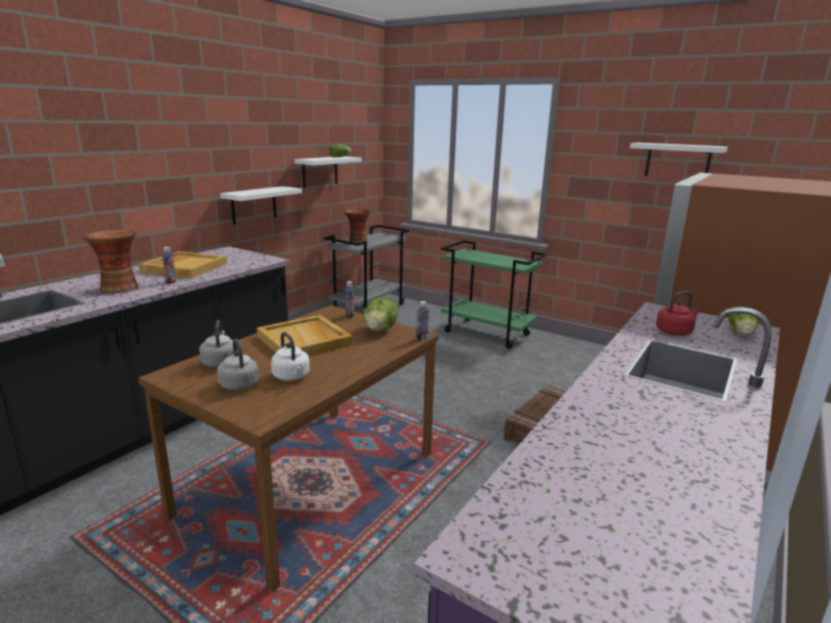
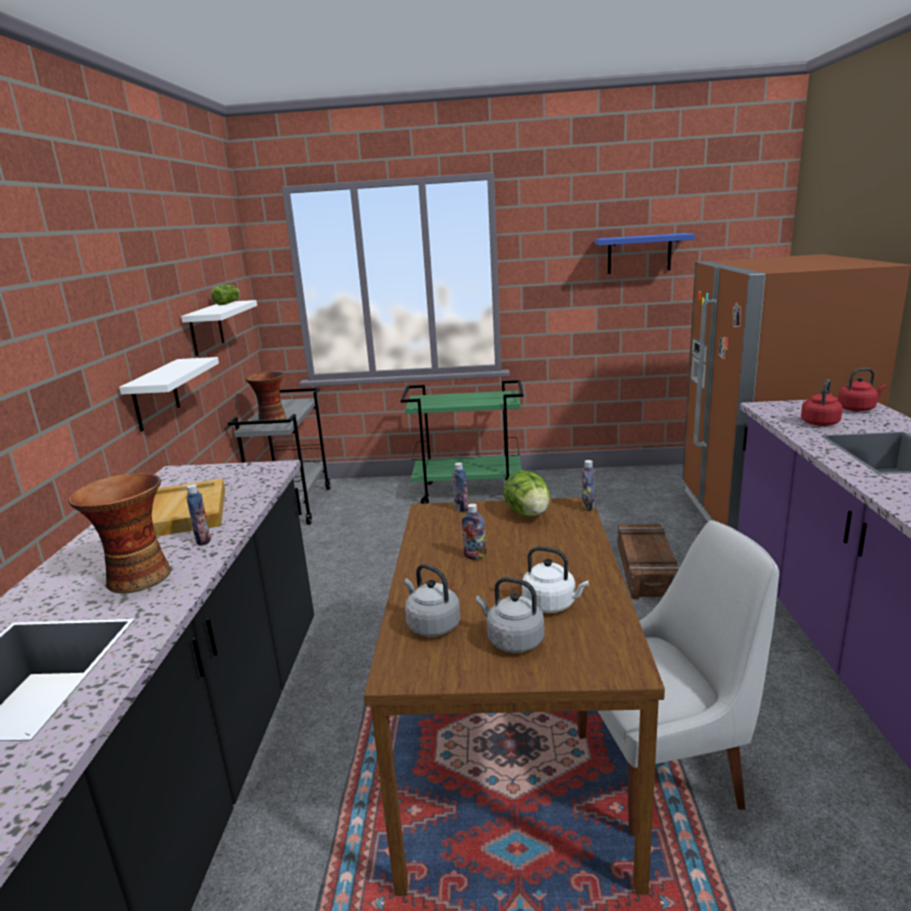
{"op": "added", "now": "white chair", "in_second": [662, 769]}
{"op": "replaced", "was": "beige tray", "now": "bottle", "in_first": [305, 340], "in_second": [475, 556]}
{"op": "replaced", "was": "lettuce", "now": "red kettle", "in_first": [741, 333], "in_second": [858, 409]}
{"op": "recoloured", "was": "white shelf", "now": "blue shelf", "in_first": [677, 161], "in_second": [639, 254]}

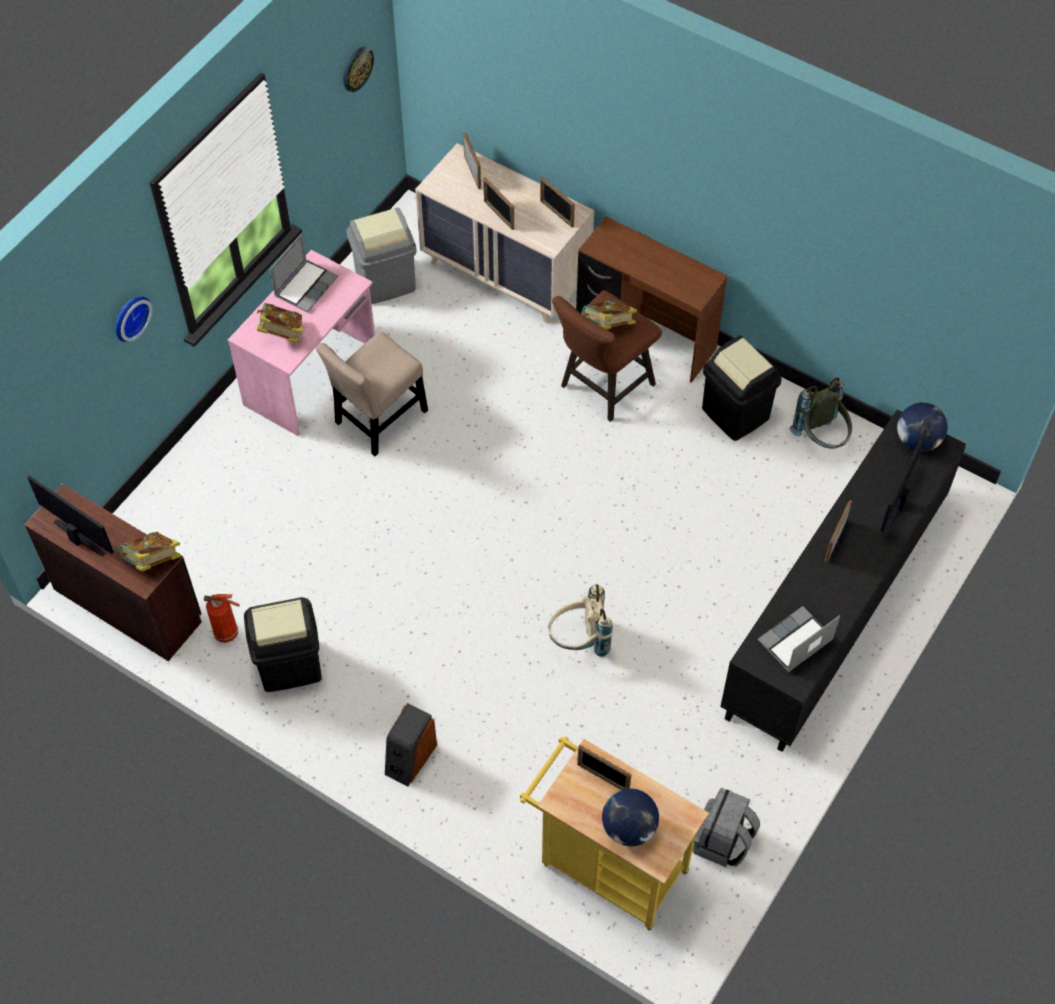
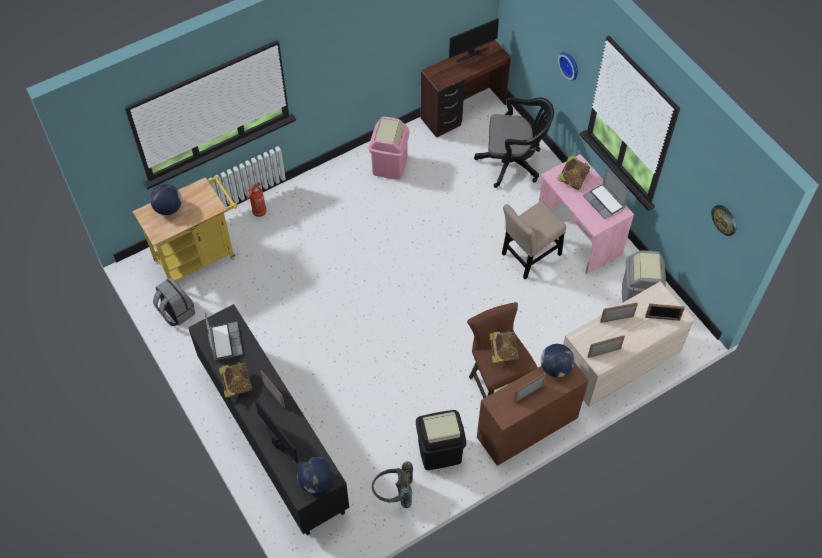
{"op": "removed", "was": "speaker", "in_first": [410, 758]}
{"op": "removed", "was": "beige backpack", "in_first": [579, 641]}
{"op": "added", "now": "black office chair", "in_second": [513, 163]}
{"op": "added", "now": "globe", "in_second": [555, 368]}
{"op": "moved", "was": "book", "in_first": [152, 561], "in_second": [237, 385]}
{"op": "moved", "was": "fire extinguisher", "in_first": [228, 633], "in_second": [259, 212]}
{"op": "moved", "was": "picture frame", "in_first": [603, 778], "in_second": [528, 393]}
{"op": "recoloured", "was": "black trash can", "now": "pink trash can", "in_first": [289, 665], "in_second": [389, 165]}
{"op": "turned", "was": "beige chair", "in_first": [378, 420], "in_second": [529, 256], "clockwise": -105}

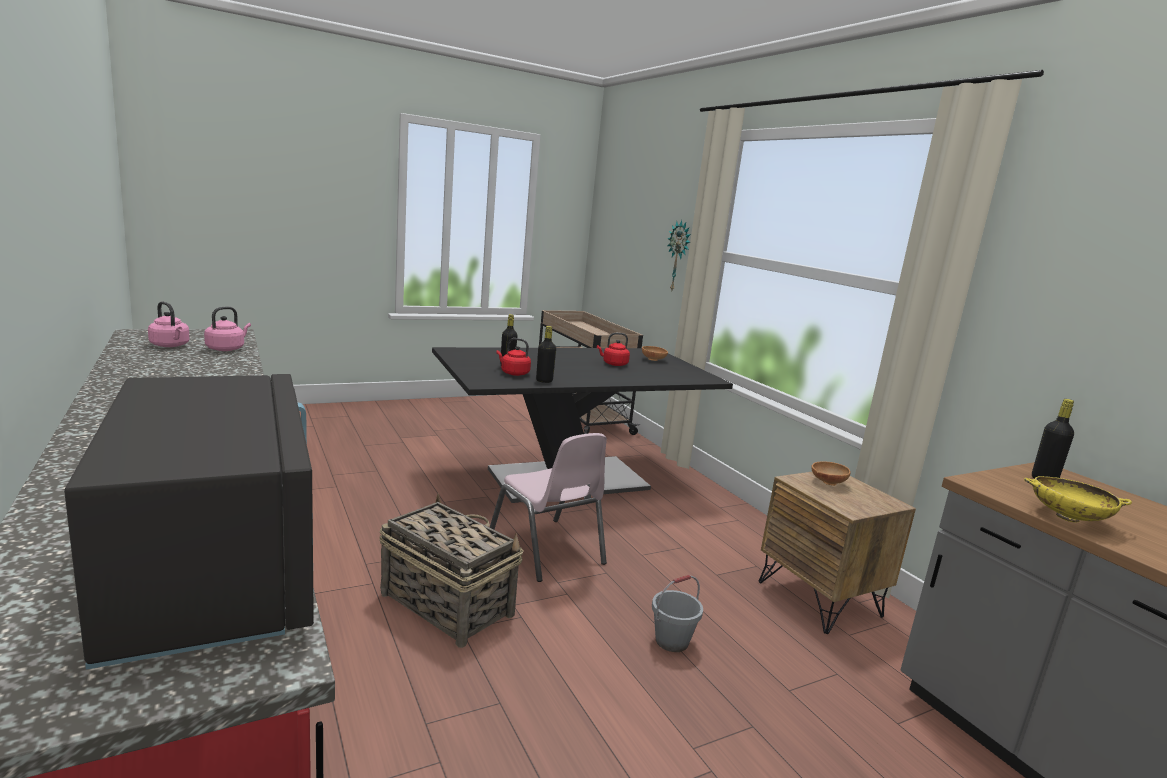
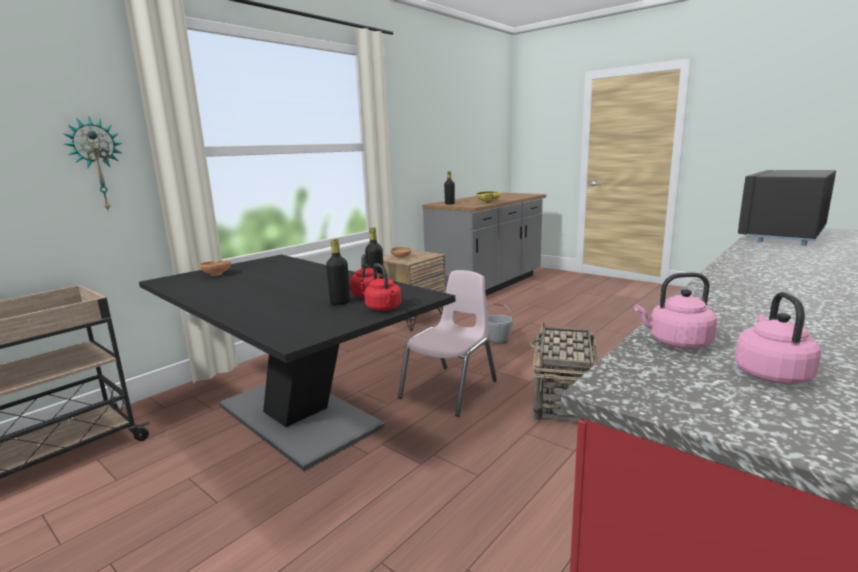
{"op": "moved", "was": "red kettle", "in_first": [613, 364], "in_second": [384, 308]}

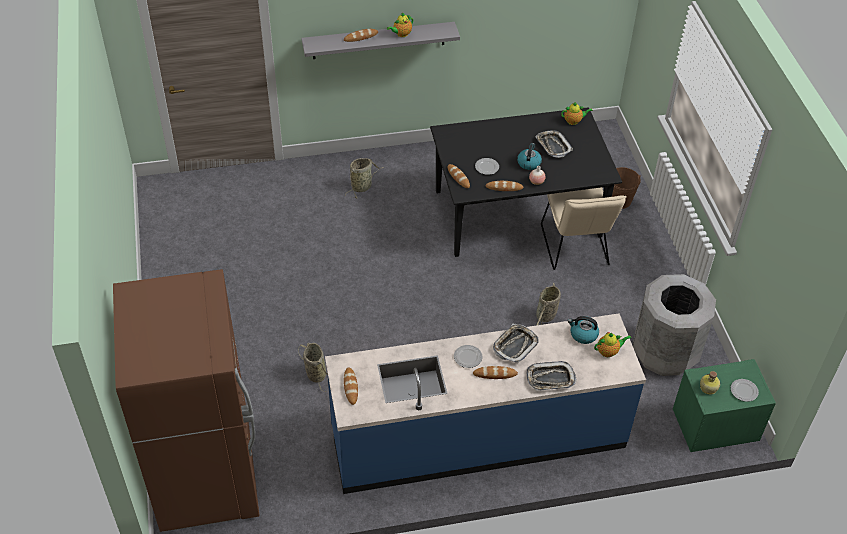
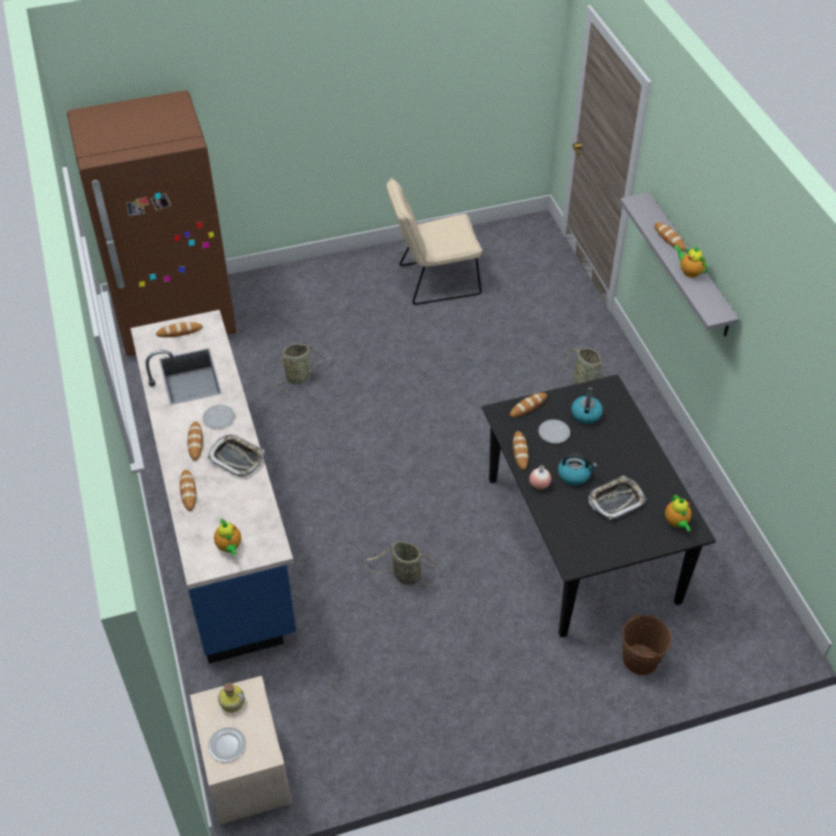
{"op": "removed", "was": "grey trash can", "in_first": [665, 353]}
{"op": "moved", "was": "beige chair", "in_first": [575, 249], "in_second": [433, 280]}
{"op": "moved", "was": "kettle", "in_first": [583, 335], "in_second": [586, 414]}
{"op": "replaced", "was": "tray", "now": "bread", "in_first": [550, 379], "in_second": [188, 491]}
{"op": "recoloured", "was": "green nightstand", "now": "beige nightstand", "in_first": [715, 424], "in_second": [245, 768]}

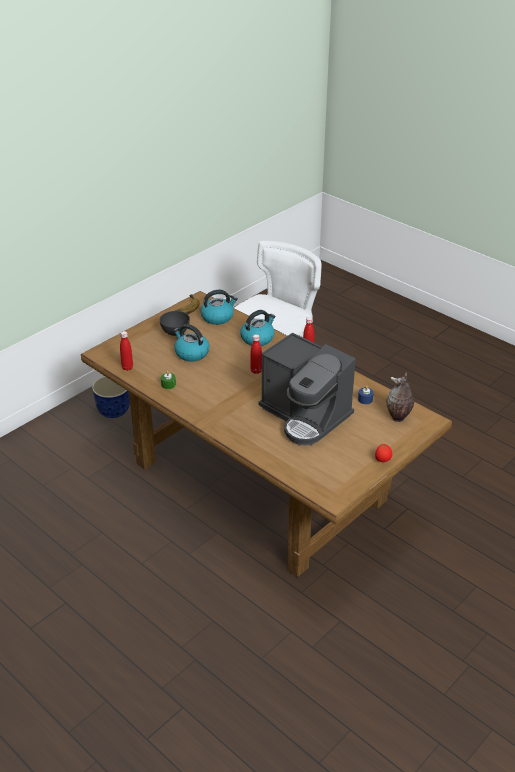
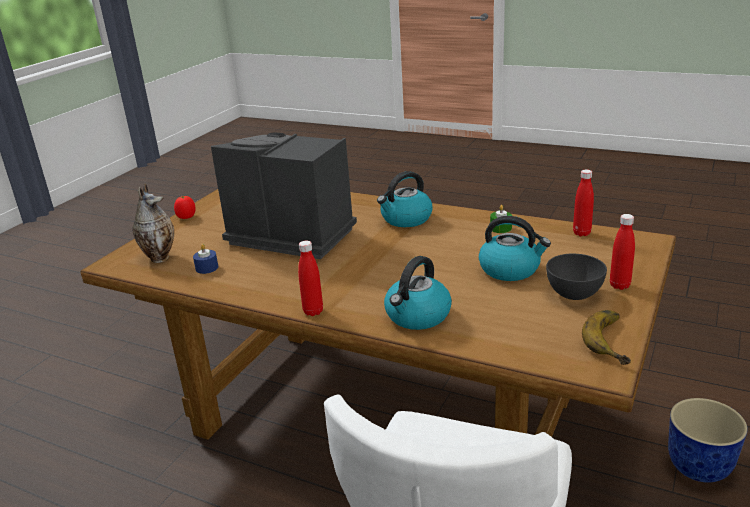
{"op": "moved", "was": "kettle", "in_first": [218, 317], "in_second": [406, 219]}
{"op": "moved", "was": "red bottle", "in_first": [256, 371], "in_second": [619, 285]}

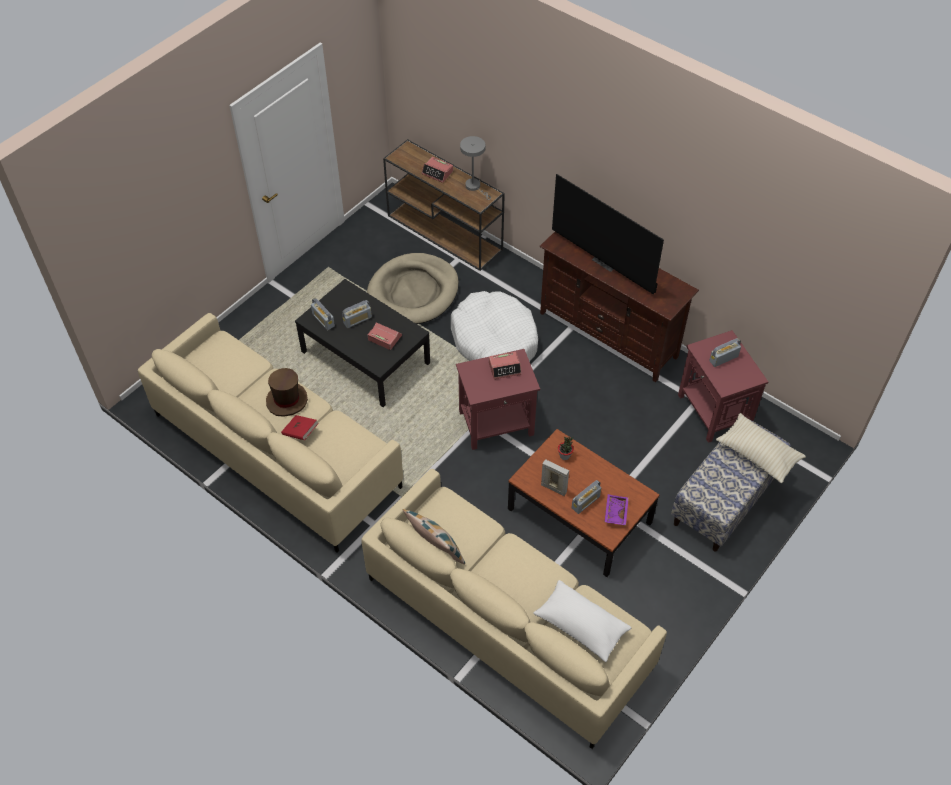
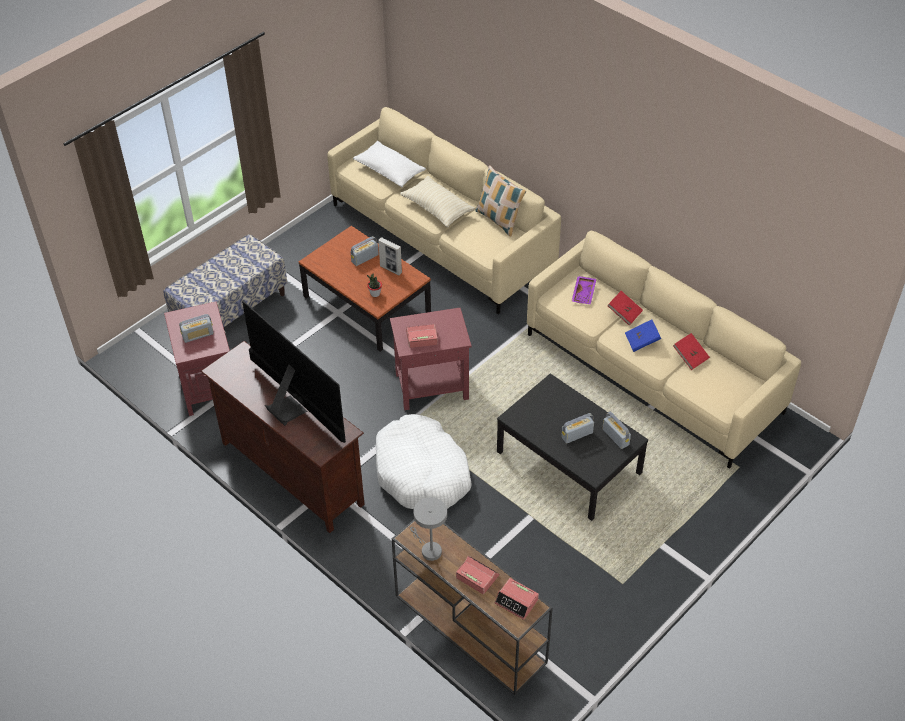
{"op": "removed", "was": "beige dog bed", "in_first": [413, 292]}
{"op": "added", "now": "red book", "in_second": [690, 357]}
{"op": "moved", "was": "alarm clock", "in_first": [384, 337], "in_second": [516, 601]}
{"op": "moved", "was": "purple tray", "in_first": [615, 512], "in_second": [584, 293]}
{"op": "moved", "was": "beige pillow", "in_first": [758, 454], "in_second": [437, 209]}
{"op": "replaced", "was": "brown hat", "now": "blue book", "in_first": [287, 400], "in_second": [642, 341]}

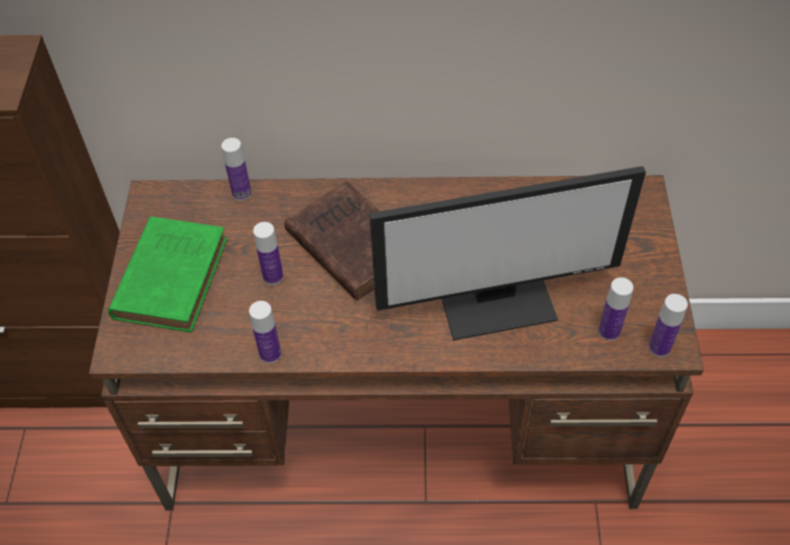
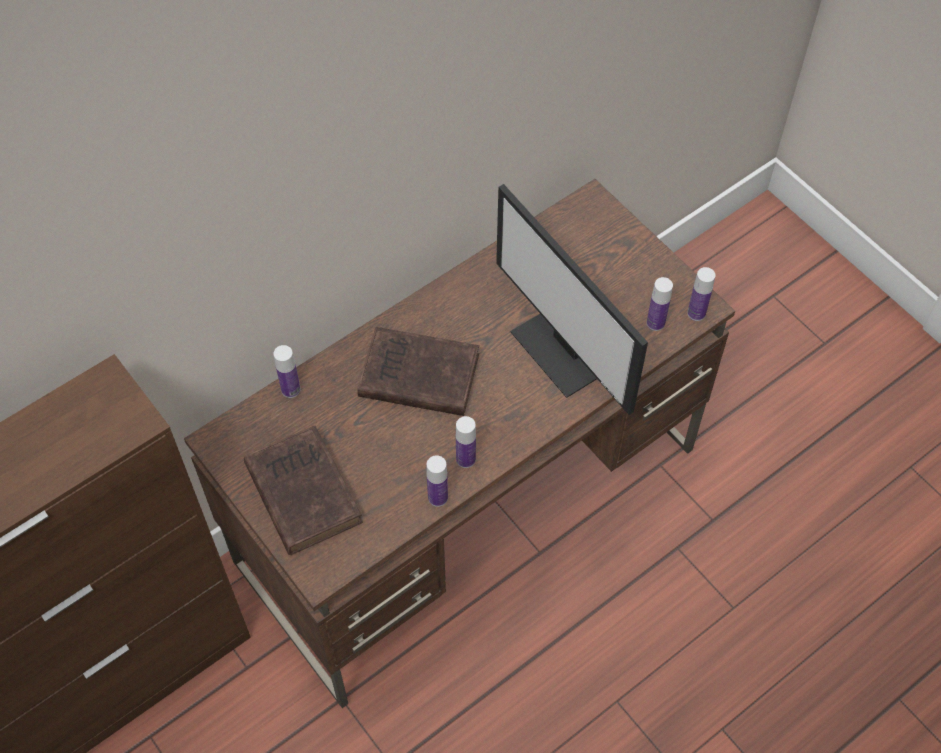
{"op": "moved", "was": "bottle", "in_first": [273, 276], "in_second": [465, 459]}
{"op": "recoloured", "was": "green book", "now": "brown book", "in_first": [172, 275], "in_second": [302, 490]}
{"op": "turned", "was": "monitor", "in_first": [497, 301], "in_second": [563, 350], "clockwise": 105}

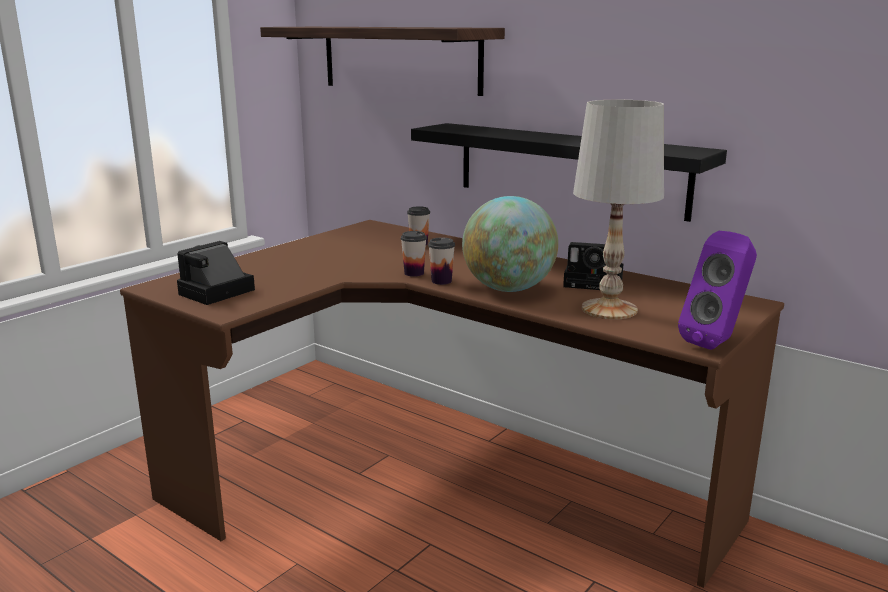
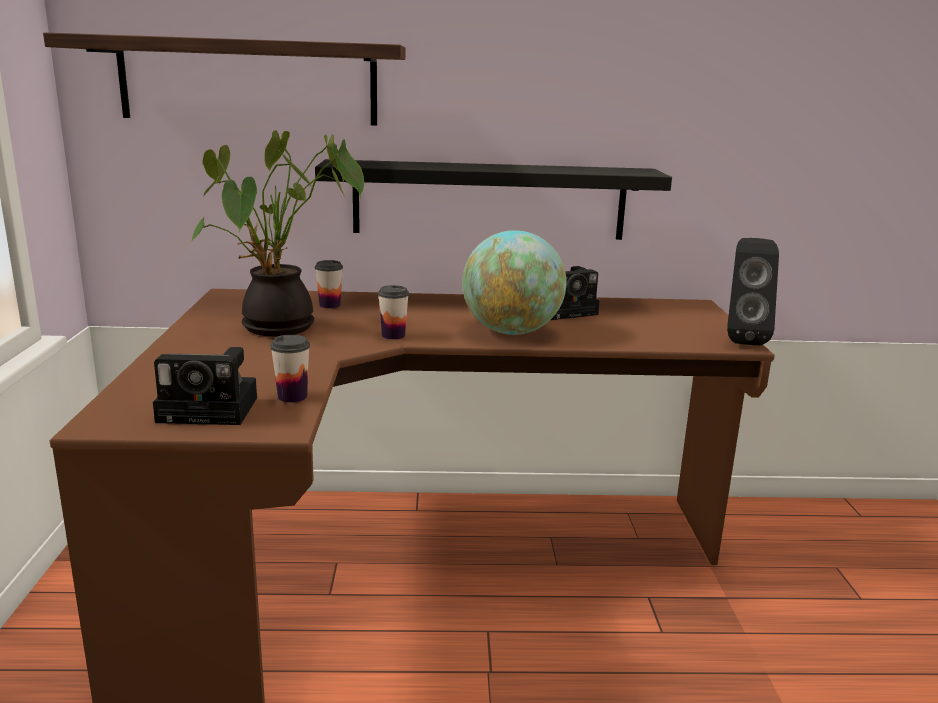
{"op": "removed", "was": "white table lamp", "in_first": [609, 309]}
{"op": "added", "now": "potted plant", "in_second": [278, 329]}
{"op": "moved", "was": "cup", "in_first": [441, 281], "in_second": [292, 397]}
{"op": "recoloured", "was": "purple speaker", "now": "black speaker", "in_first": [716, 342], "in_second": [742, 339]}
{"op": "turned", "was": "photo camera", "in_first": [214, 293], "in_second": [213, 409], "clockwise": -90}

